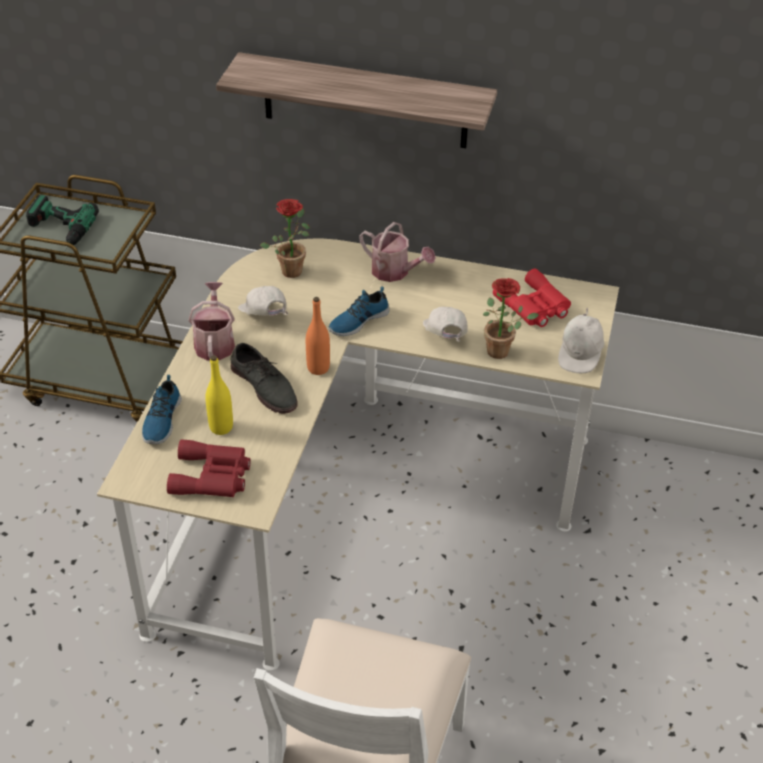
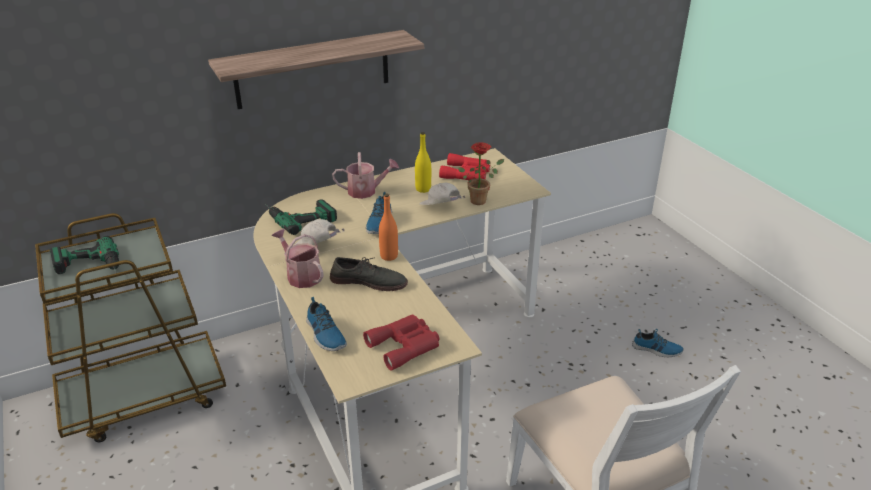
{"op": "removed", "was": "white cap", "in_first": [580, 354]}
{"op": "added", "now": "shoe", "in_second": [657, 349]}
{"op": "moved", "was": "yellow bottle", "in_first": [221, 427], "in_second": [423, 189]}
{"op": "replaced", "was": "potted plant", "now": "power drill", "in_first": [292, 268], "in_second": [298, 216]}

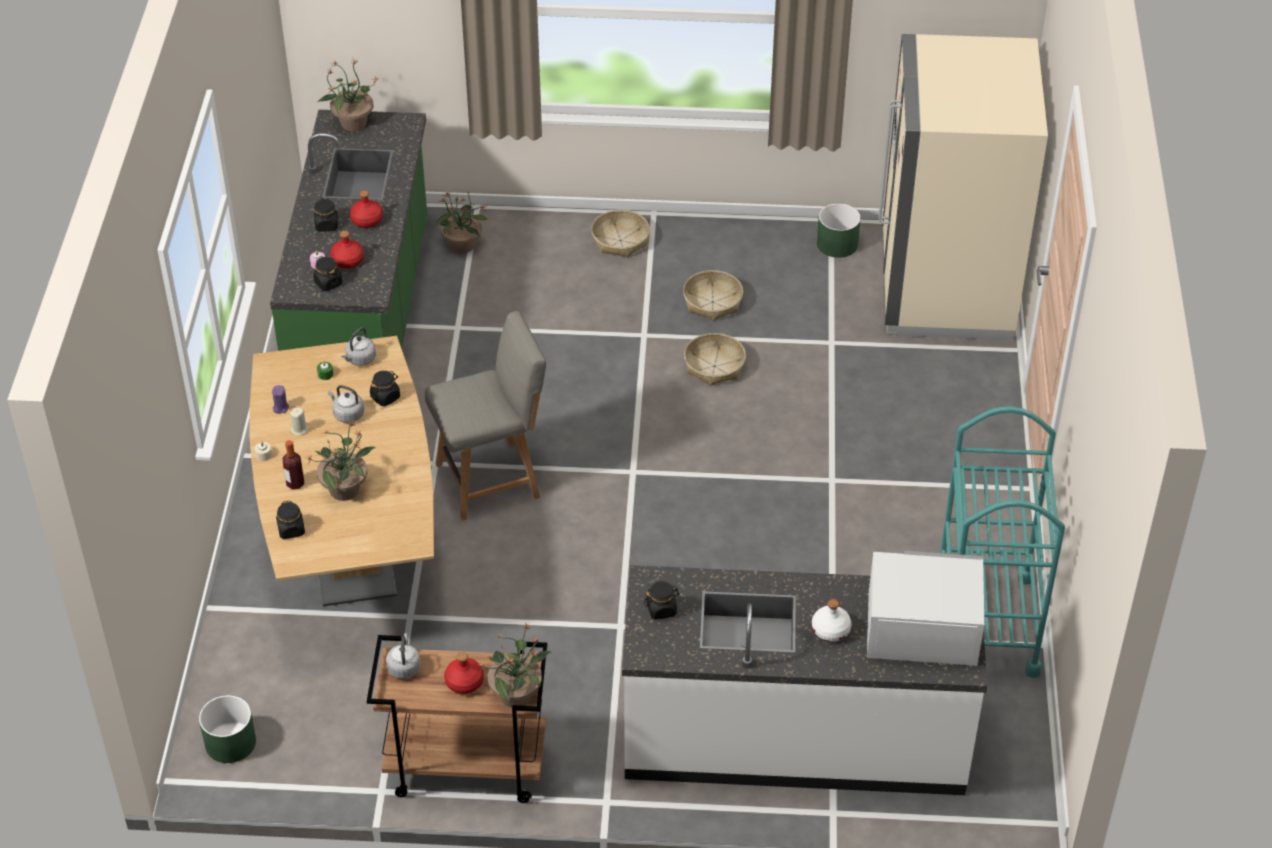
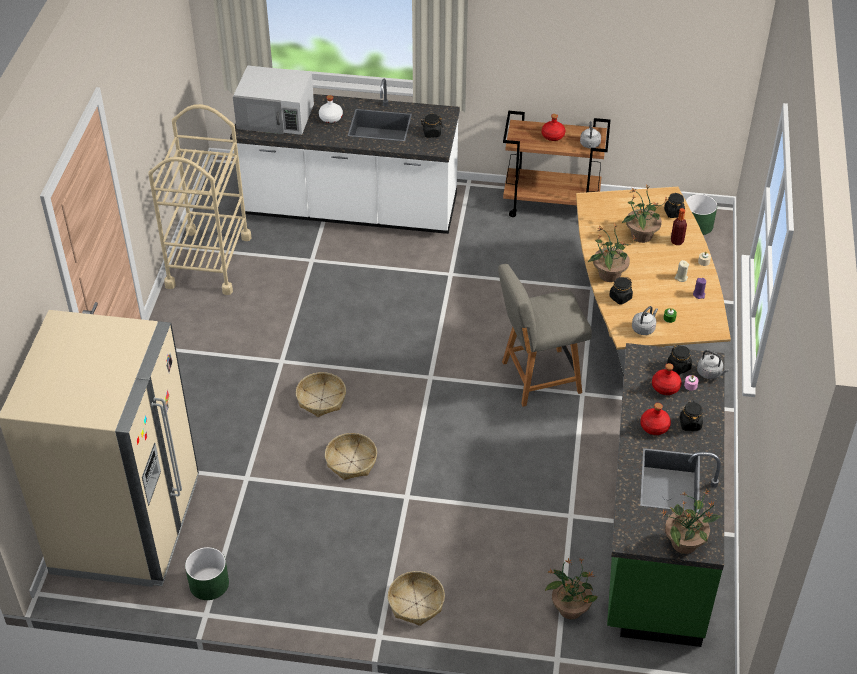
{"op": "moved", "was": "grey kettle", "in_first": [347, 414], "in_second": [710, 373]}
{"op": "moved", "was": "potted plant", "in_first": [517, 694], "in_second": [608, 275]}
{"op": "moved", "was": "basket", "in_first": [713, 302], "in_second": [321, 400]}
{"op": "recoloured", "was": "turquoise cart", "now": "beige cart", "in_first": [985, 622], "in_second": [208, 261]}

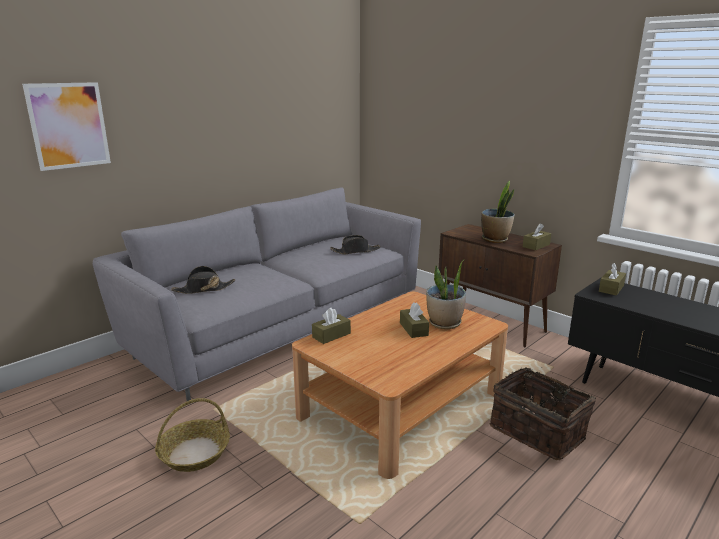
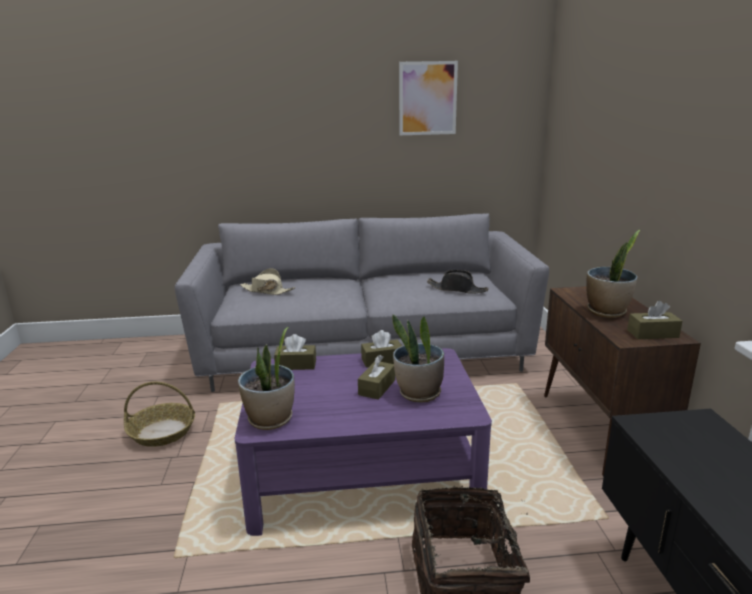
{"op": "added", "now": "potted plant", "in_second": [270, 420]}
{"op": "moved", "was": "picture", "in_first": [69, 125], "in_second": [427, 98]}
{"op": "moved", "was": "brown tissue box", "in_first": [611, 288], "in_second": [382, 360]}
{"op": "recoloured", "was": "black hat", "now": "beige hat", "in_first": [203, 289], "in_second": [267, 291]}
{"op": "recoloured", "was": "brown coffee table", "now": "purple coffee table", "in_first": [401, 405], "in_second": [362, 472]}

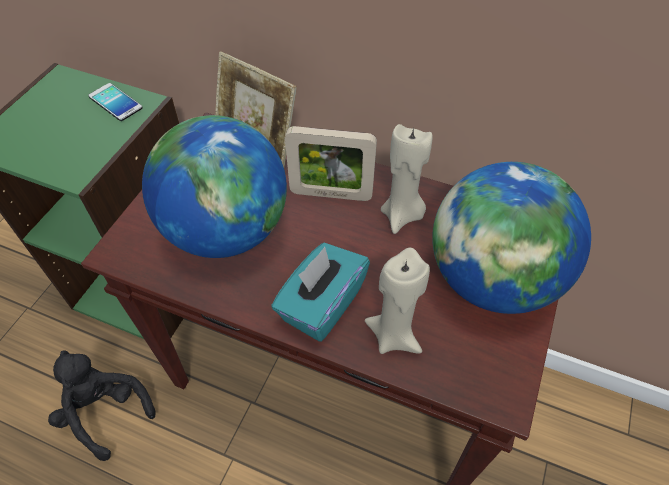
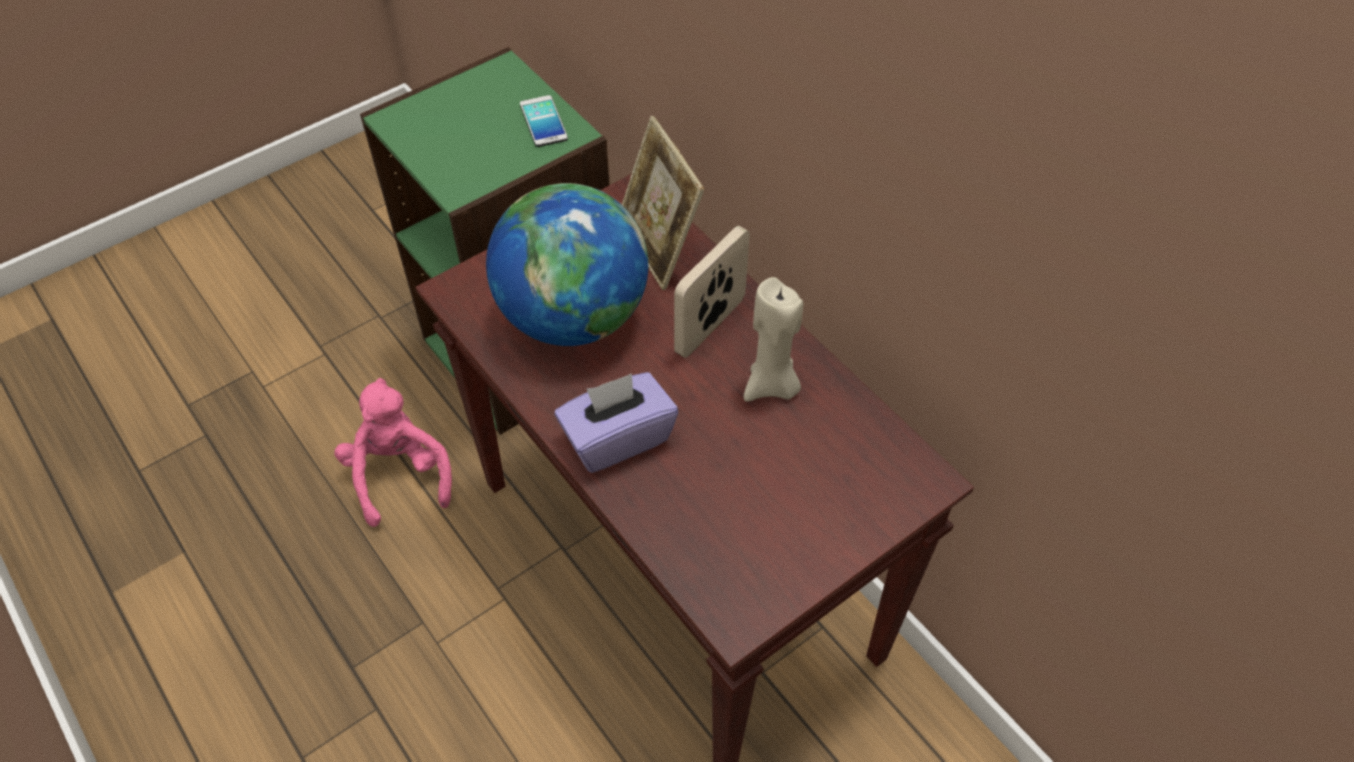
{"op": "removed", "was": "beige candle", "in_first": [394, 335]}
{"op": "removed", "was": "globe", "in_first": [491, 279]}
{"op": "recoloured", "was": "black plush toy", "now": "pink plush toy", "in_first": [105, 411], "in_second": [399, 474]}
{"op": "recoloured", "was": "turquoise tissue box", "now": "purple tissue box", "in_first": [321, 304], "in_second": [617, 438]}
{"op": "turned", "was": "picture frame", "in_first": [331, 194], "in_second": [710, 326], "clockwise": 90}

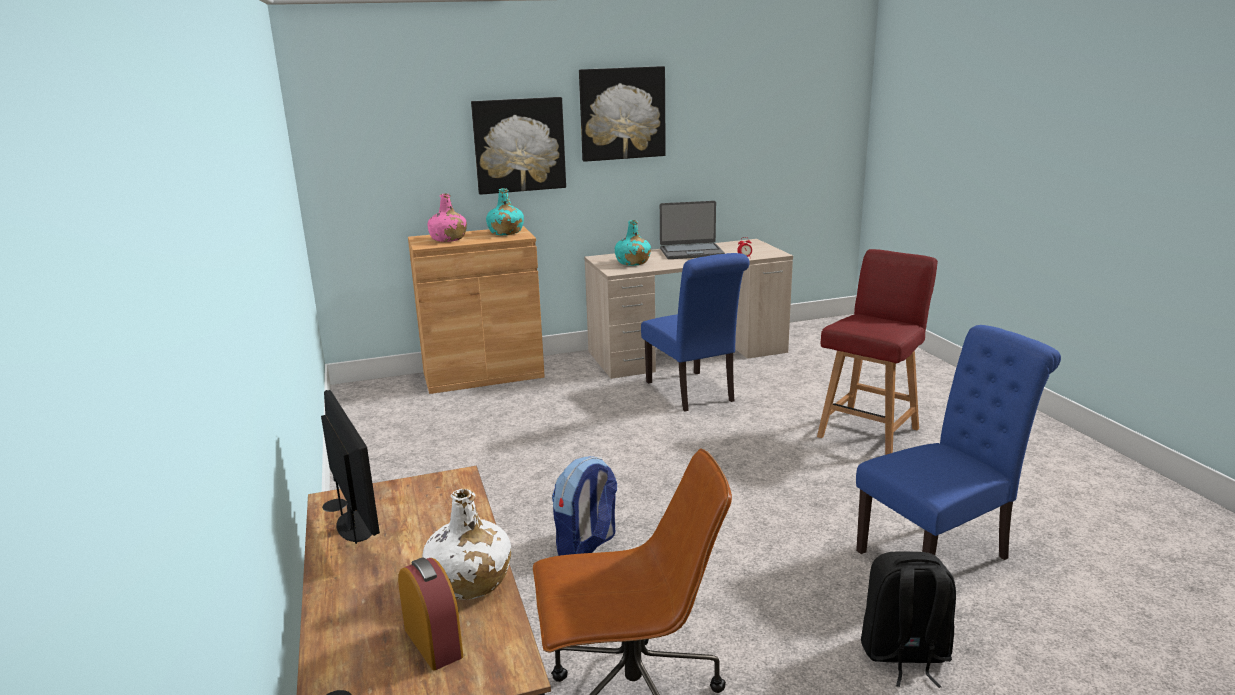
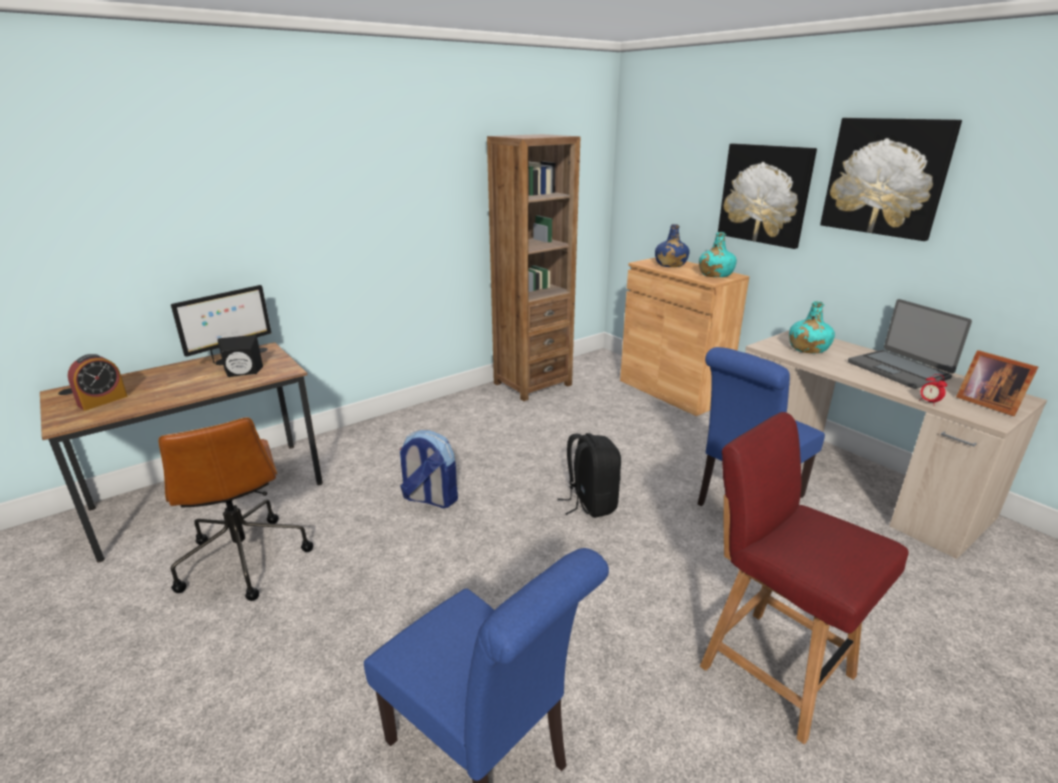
{"op": "removed", "was": "white bottle", "in_first": [469, 582]}
{"op": "added", "now": "black speaker", "in_second": [243, 373]}
{"op": "added", "now": "brown bookcase", "in_second": [532, 384]}
{"op": "added", "now": "picture frame", "in_second": [986, 403]}
{"op": "moved", "was": "black backpack", "in_first": [904, 655], "in_second": [590, 503]}
{"op": "recoloured", "was": "pink bottle", "now": "blue bottle", "in_first": [448, 239], "in_second": [670, 265]}
{"op": "turned", "was": "red chair", "in_first": [869, 432], "in_second": [773, 668], "clockwise": -150}

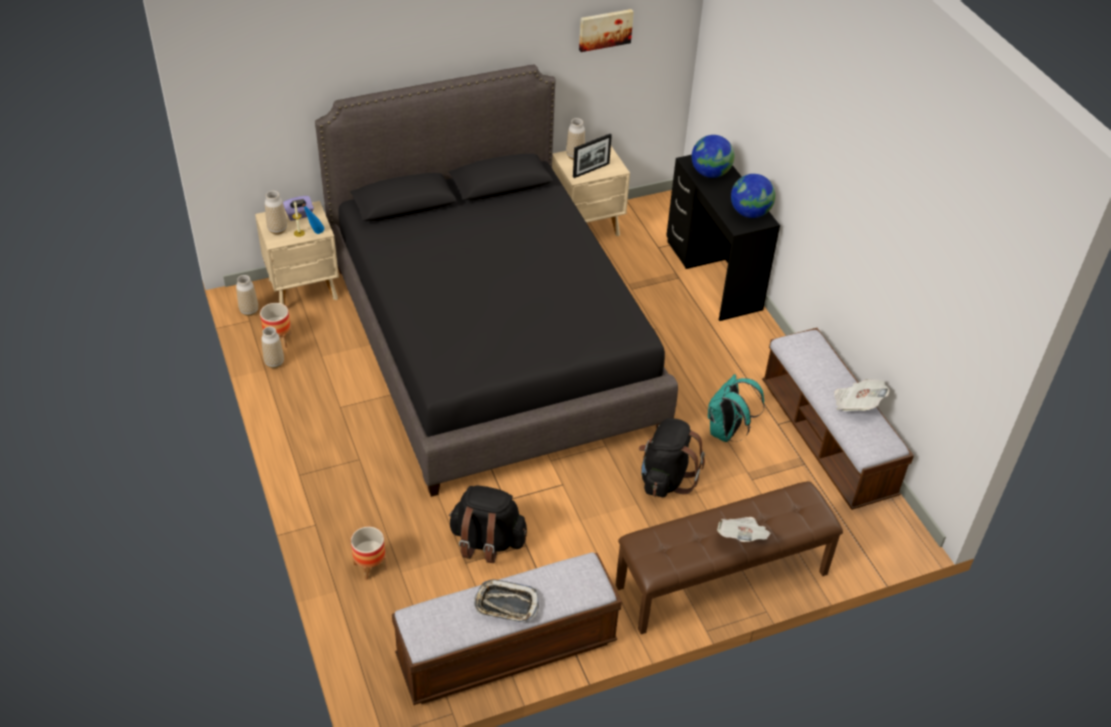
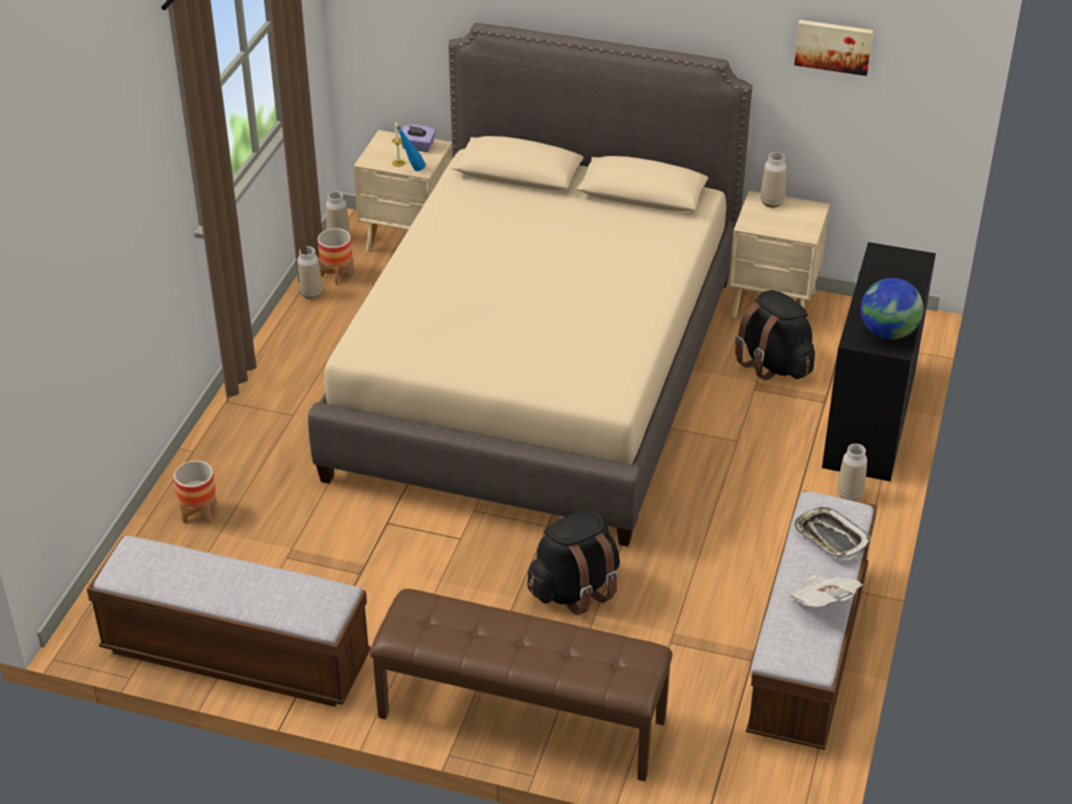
{"op": "removed", "was": "picture frame", "in_first": [591, 170]}
{"op": "removed", "was": "globe", "in_first": [710, 173]}
{"op": "removed", "was": "turquoise backpack", "in_first": [726, 432]}
{"op": "removed", "was": "newspaper", "in_first": [741, 538]}
{"op": "moved", "was": "vase", "in_first": [277, 230], "in_second": [849, 494]}
{"op": "moved", "was": "black backpack", "in_first": [487, 541], "in_second": [774, 364]}
{"op": "moved", "was": "tray", "in_first": [506, 604], "in_second": [830, 538]}
{"op": "recoloured", "was": "black bed", "now": "beige bed", "in_first": [492, 344], "in_second": [538, 374]}

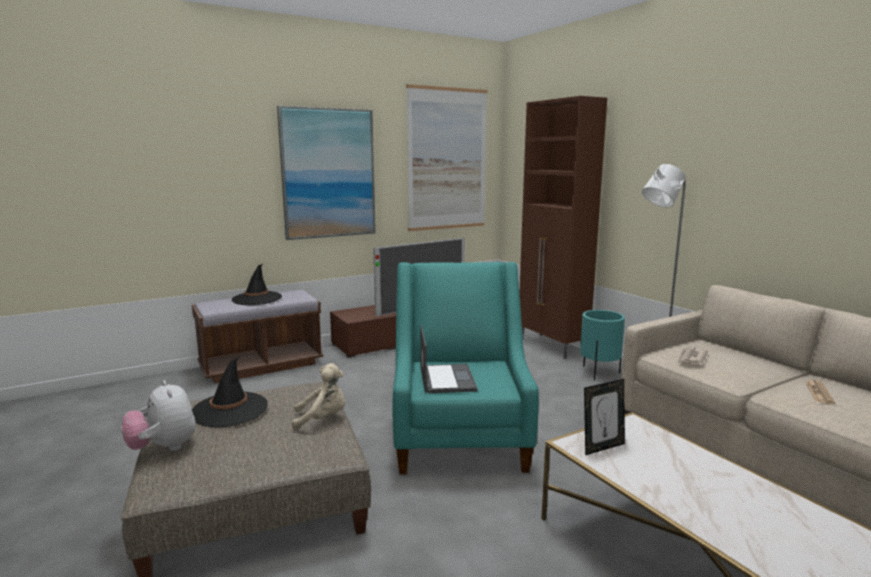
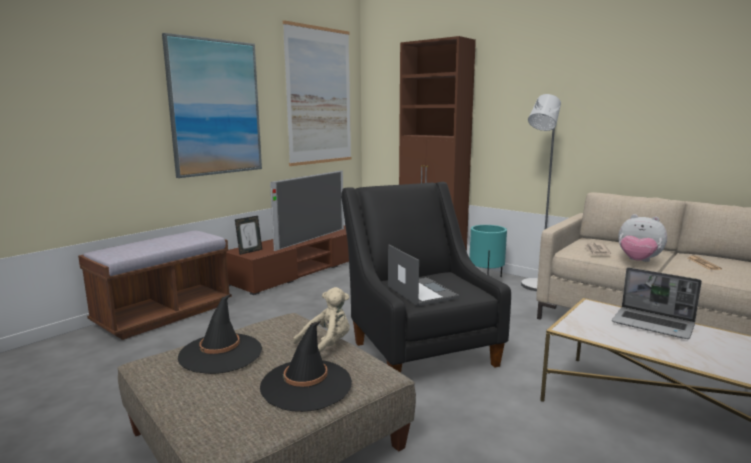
{"op": "added", "now": "laptop", "in_second": [654, 324]}
{"op": "moved", "was": "plush toy", "in_first": [163, 448], "in_second": [638, 261]}
{"op": "moved", "was": "black hat", "in_first": [257, 299], "in_second": [306, 385]}
{"op": "moved", "was": "picture frame", "in_first": [602, 447], "in_second": [249, 251]}
{"op": "recoloured", "was": "turquoise armchair", "now": "black armchair", "in_first": [460, 438], "in_second": [419, 349]}

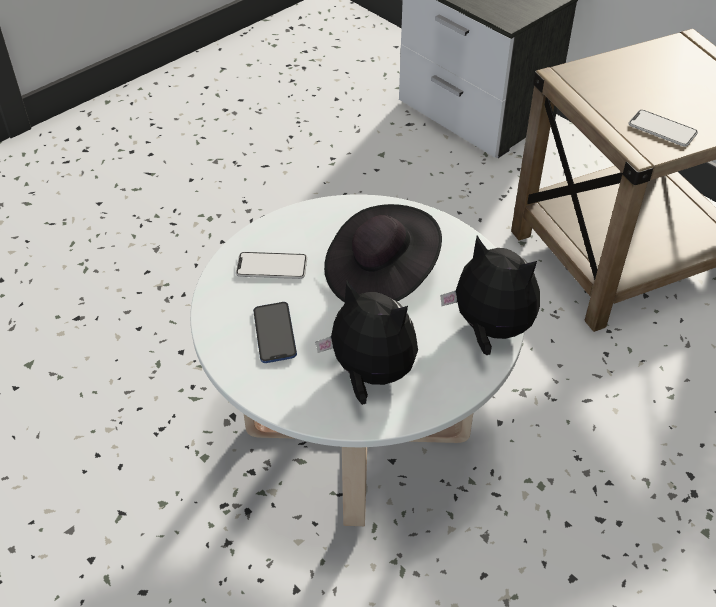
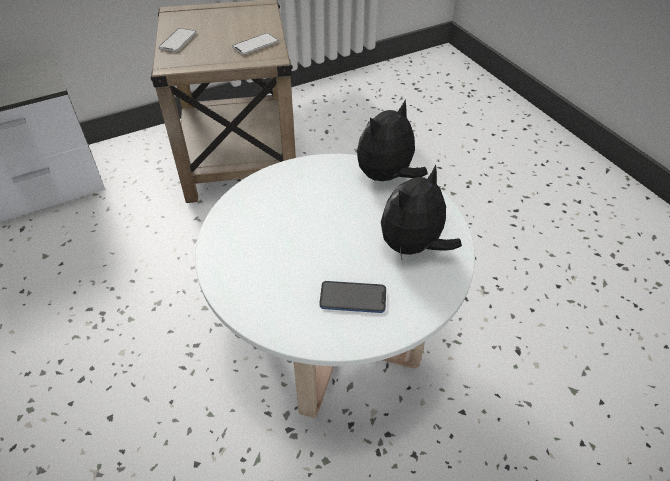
{"op": "removed", "was": "black hat", "in_first": [380, 275]}
{"op": "moved", "was": "phone", "in_first": [271, 267], "in_second": [178, 41]}

